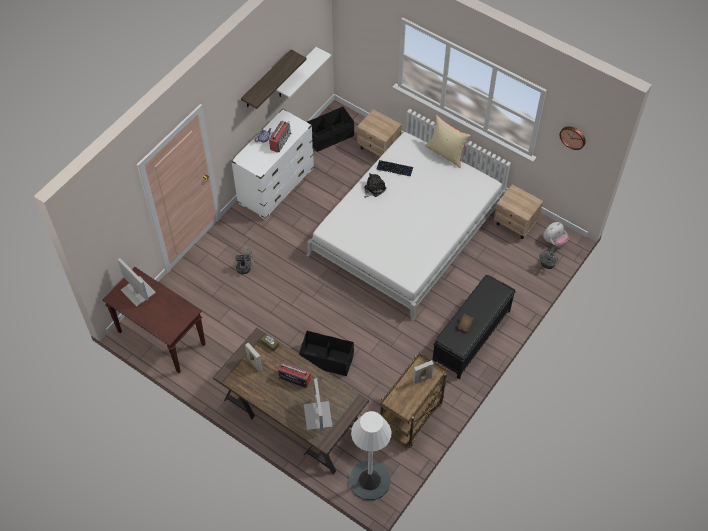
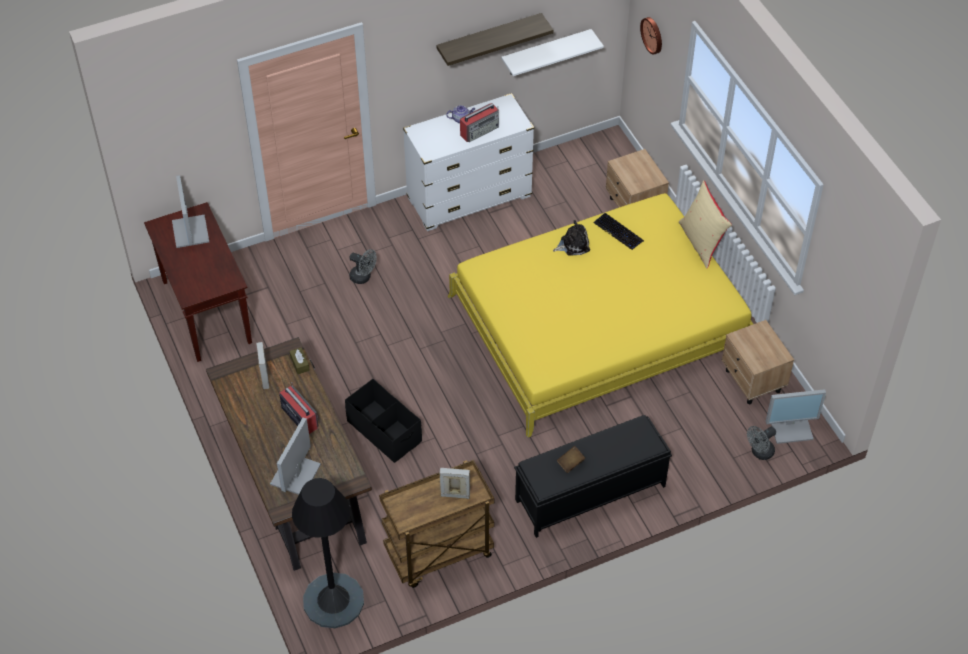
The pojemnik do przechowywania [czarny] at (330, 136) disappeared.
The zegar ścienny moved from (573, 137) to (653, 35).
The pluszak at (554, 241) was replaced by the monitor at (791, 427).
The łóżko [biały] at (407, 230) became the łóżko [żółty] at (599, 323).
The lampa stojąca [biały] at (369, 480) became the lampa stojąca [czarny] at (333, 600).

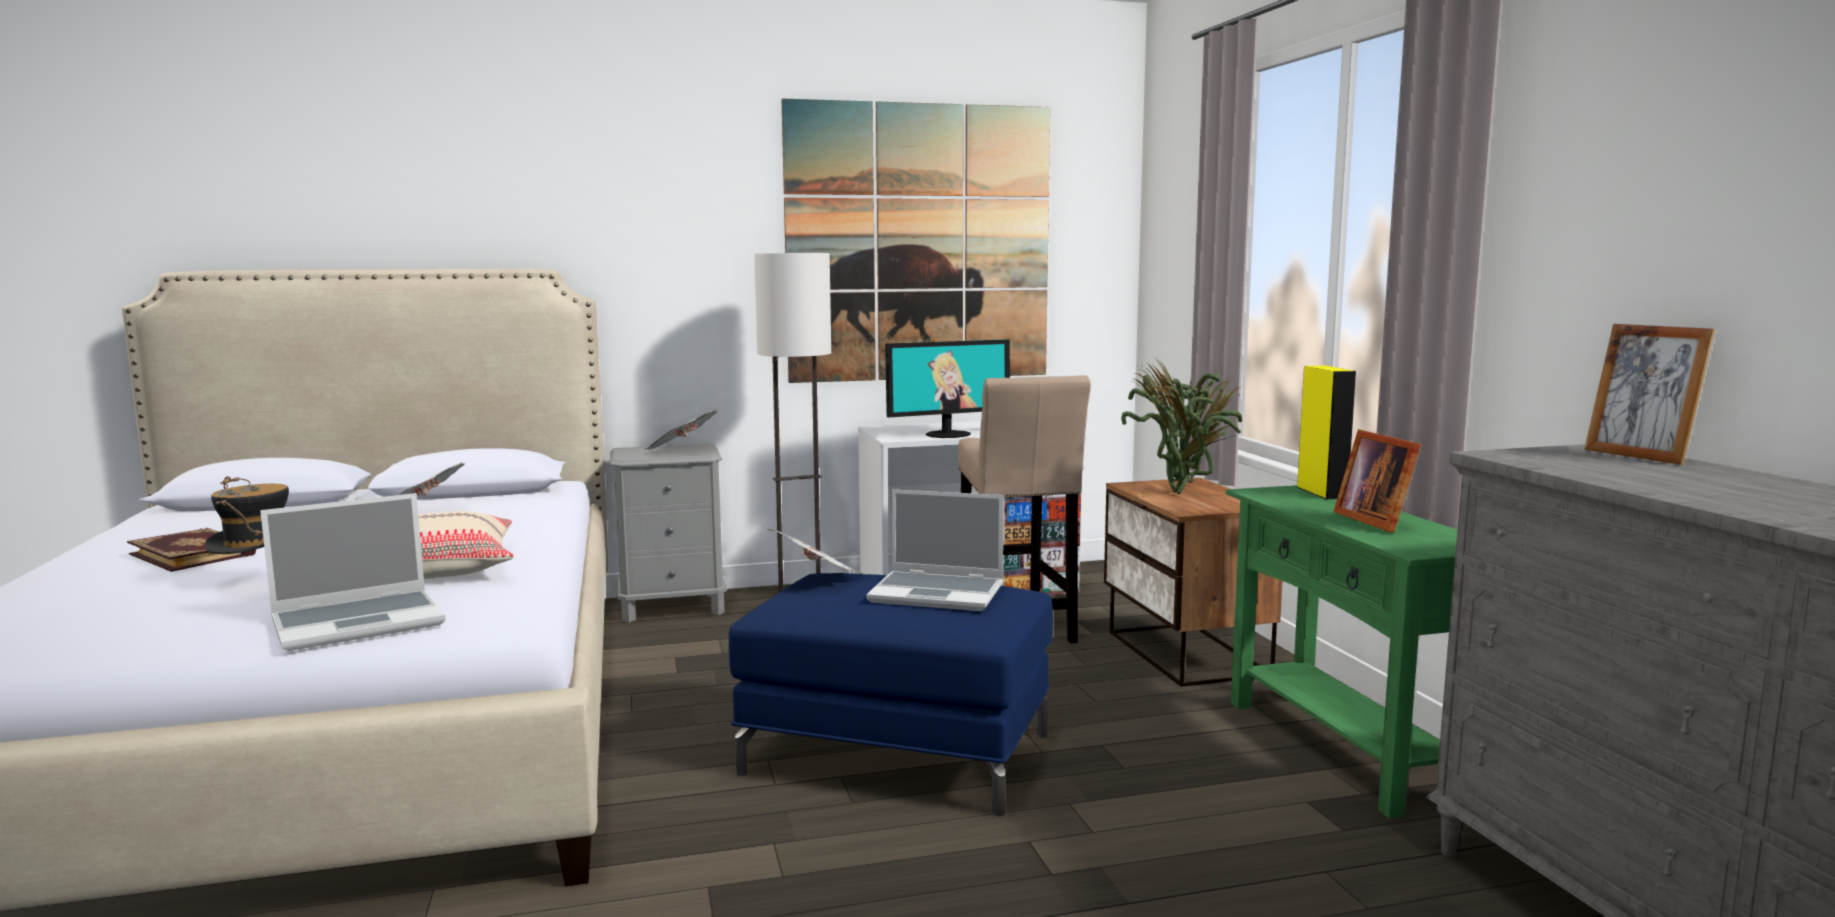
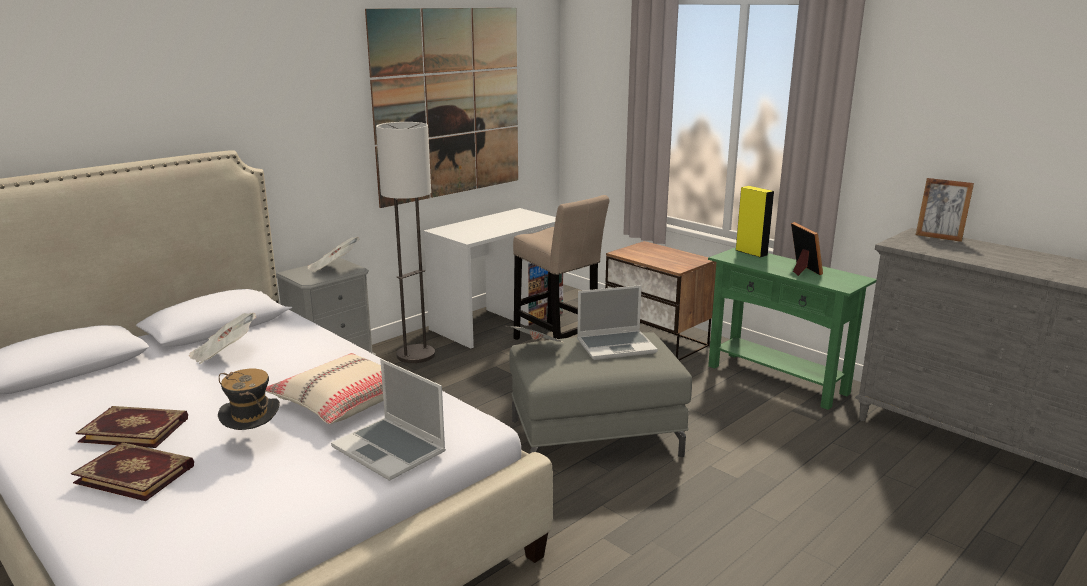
The monitor at (948, 434) disappeared.
The roślina doniczkowa at (1183, 492) disappeared.
The książka at (136, 473) appeared.
The pufa [niebieski] at (898, 753) became the pufa [szary] at (595, 436).
The laptop at (360, 622) turned 105 degrees clockwise.
The ramka na zdjęcie at (1376, 521) turned 150 degrees counterclockwise.

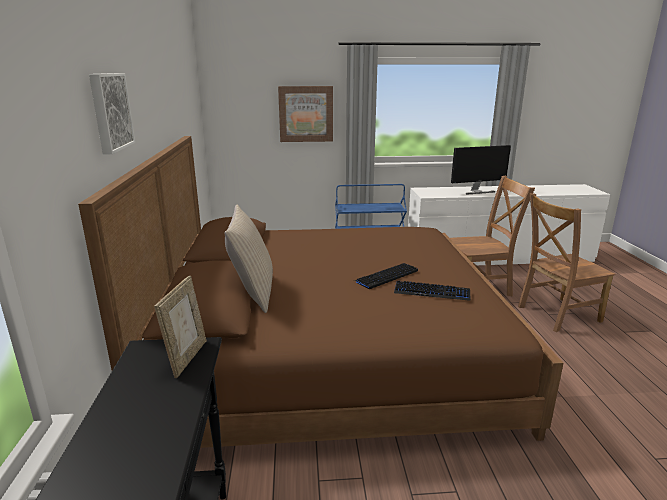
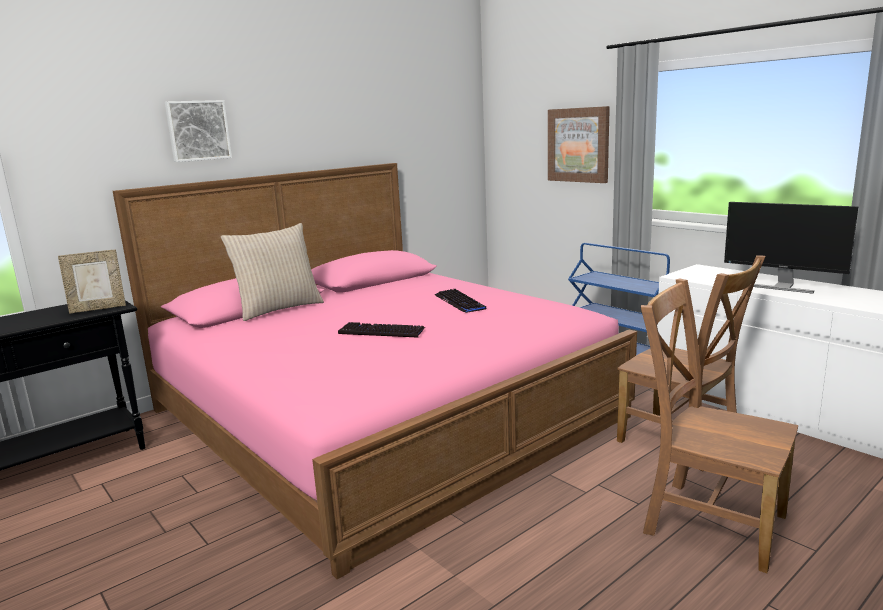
The klawiatura moved from (432, 292) to (459, 302).
The łóżko [brązowy] at (330, 349) became the łóżko [różowy] at (380, 412).

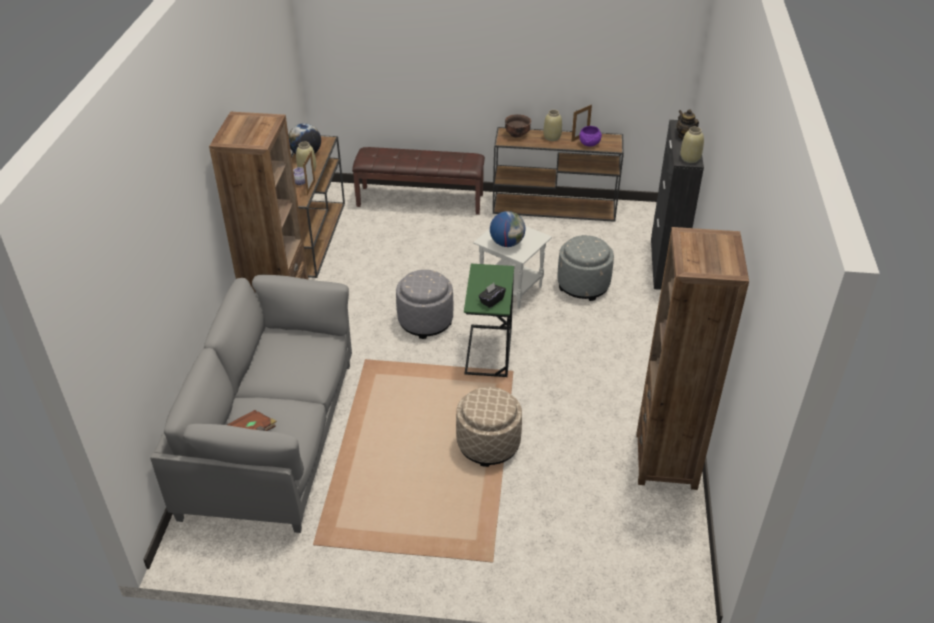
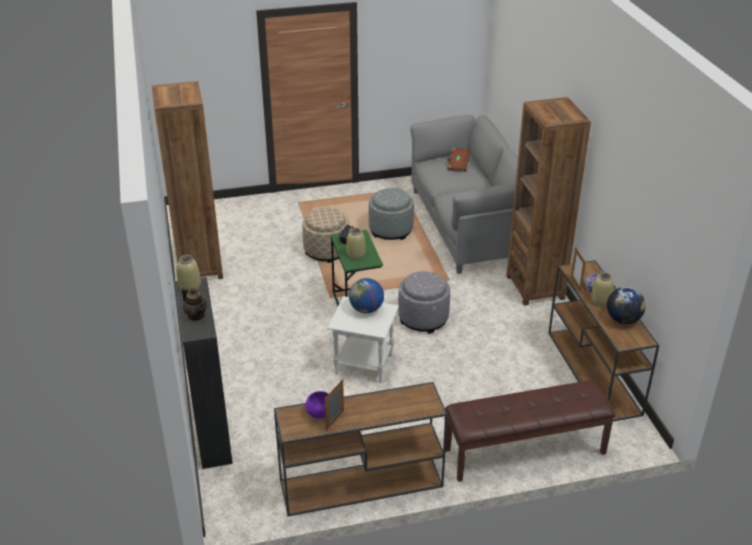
The miska [brązowy] at (517, 134) disappeared.
The wazon [beżowy] moved from (551, 137) to (356, 255).
The pufa [szary] moved from (583, 285) to (391, 230).

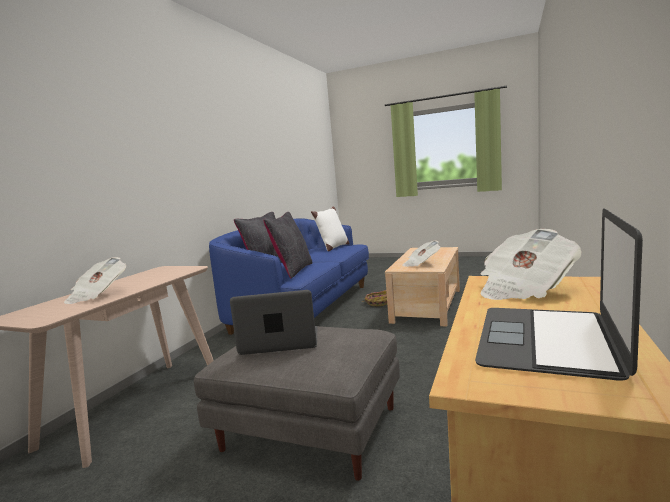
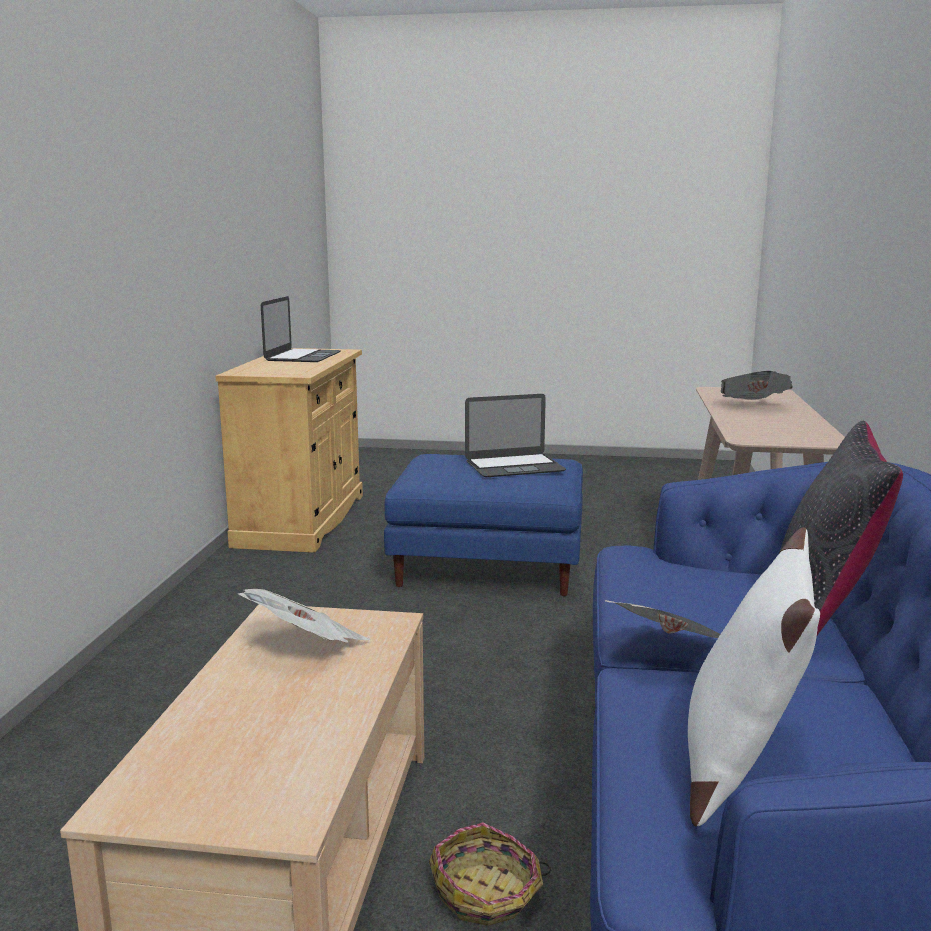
The poduszka [czarny] at (293, 271) disappeared.
The gazeta moved from (523, 289) to (671, 654).
The pufa [szary] at (308, 428) became the pufa [niebieski] at (490, 566).

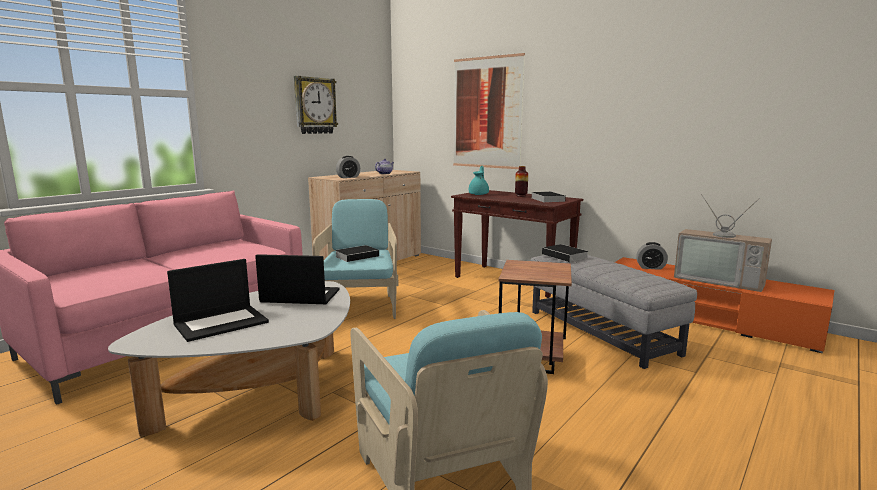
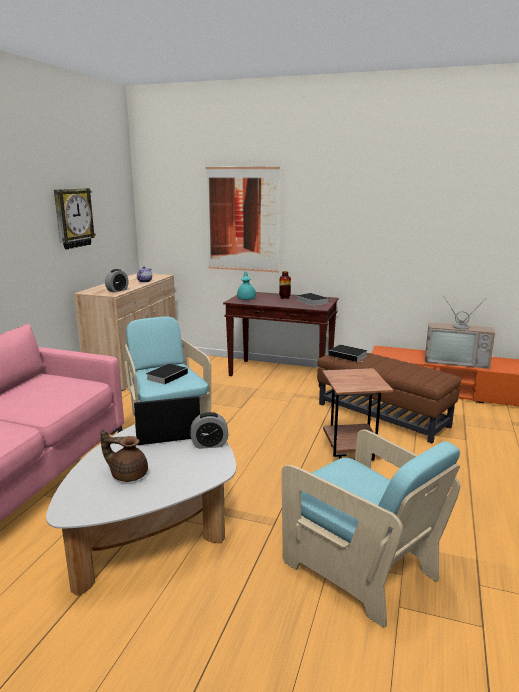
The budzik moved from (650, 267) to (209, 444).
The laptop at (221, 323) was replaced by the imbryk [brązowy] at (128, 474).
The pufa [szary] at (601, 332) became the pufa [brązowy] at (382, 415).

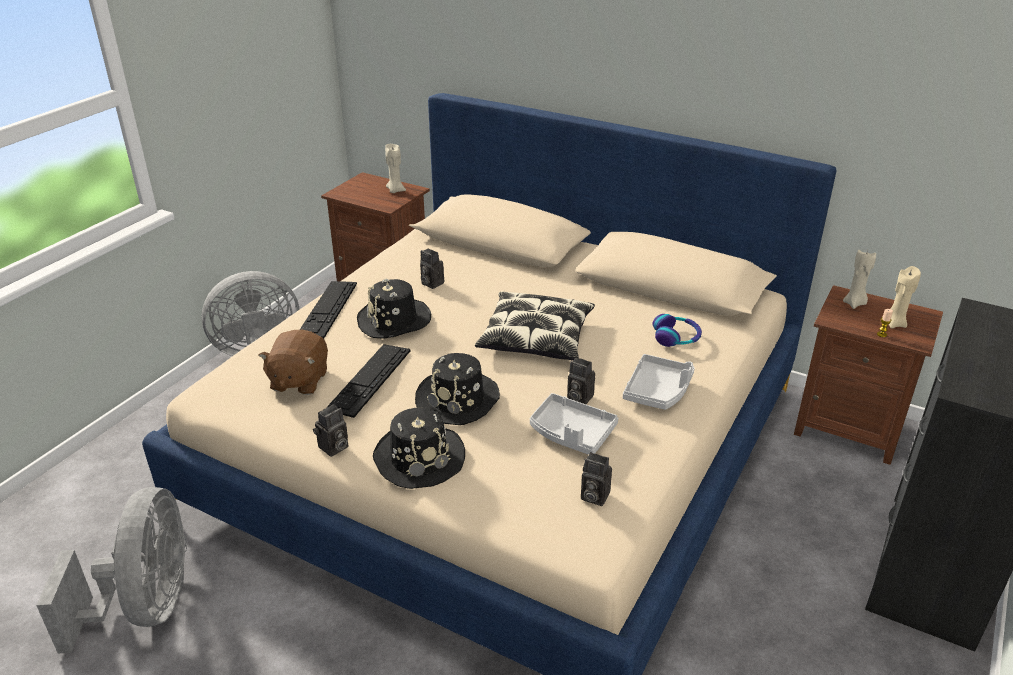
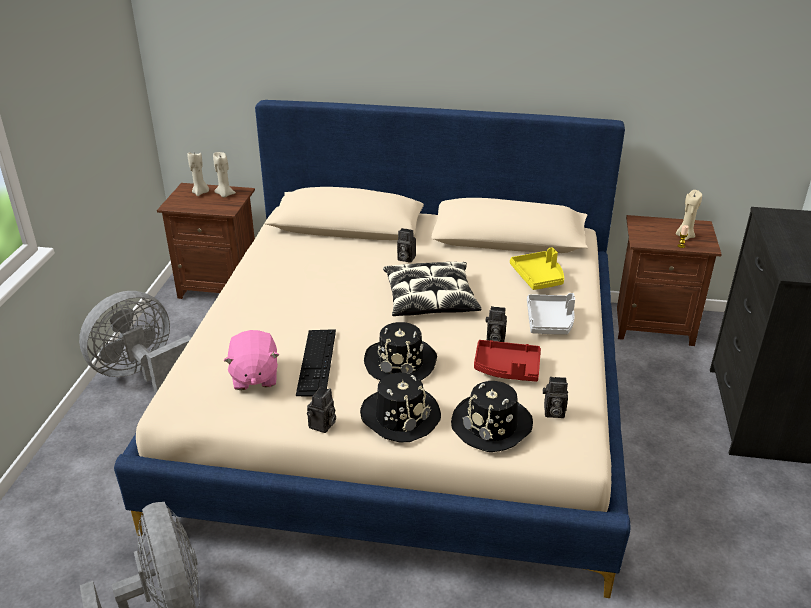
The klawiatura at (327, 308) disappeared.
The kapelusz [czarny] moved from (394, 320) to (492, 425).
The aparat fotograficzny moved from (430, 283) to (405, 258).
The świeca [beżowy] moved from (854, 304) to (200, 193).
The słuchawki at (676, 337) was replaced by the taca [żółty] at (538, 277).
The pluszak [brązowy] at (299, 381) became the pluszak [różowy] at (254, 377).
The taca [szary] at (571, 433) became the taca [czerwony] at (507, 368).

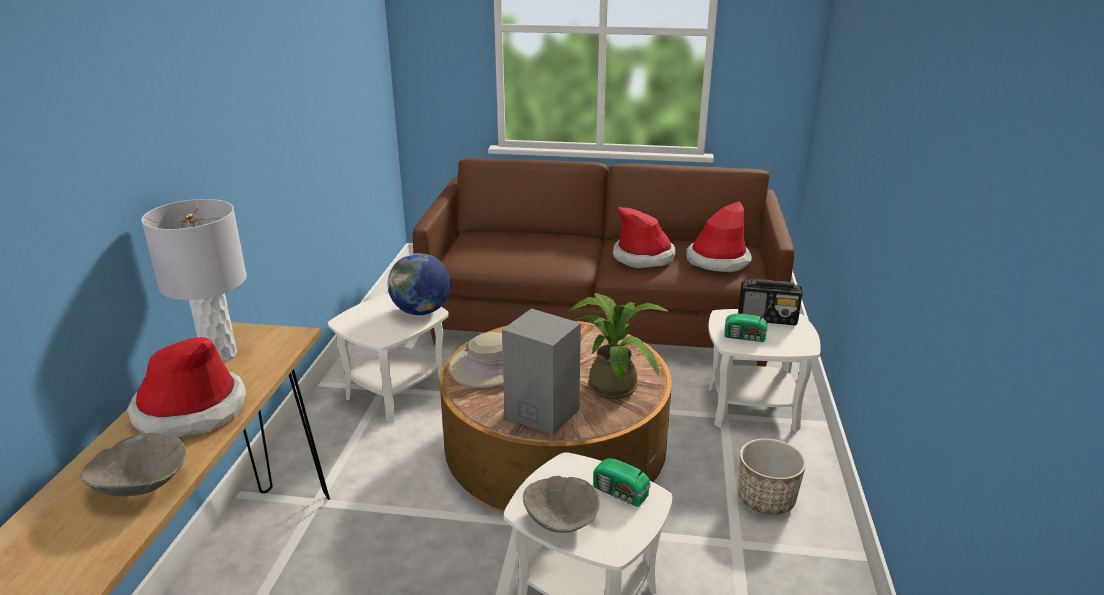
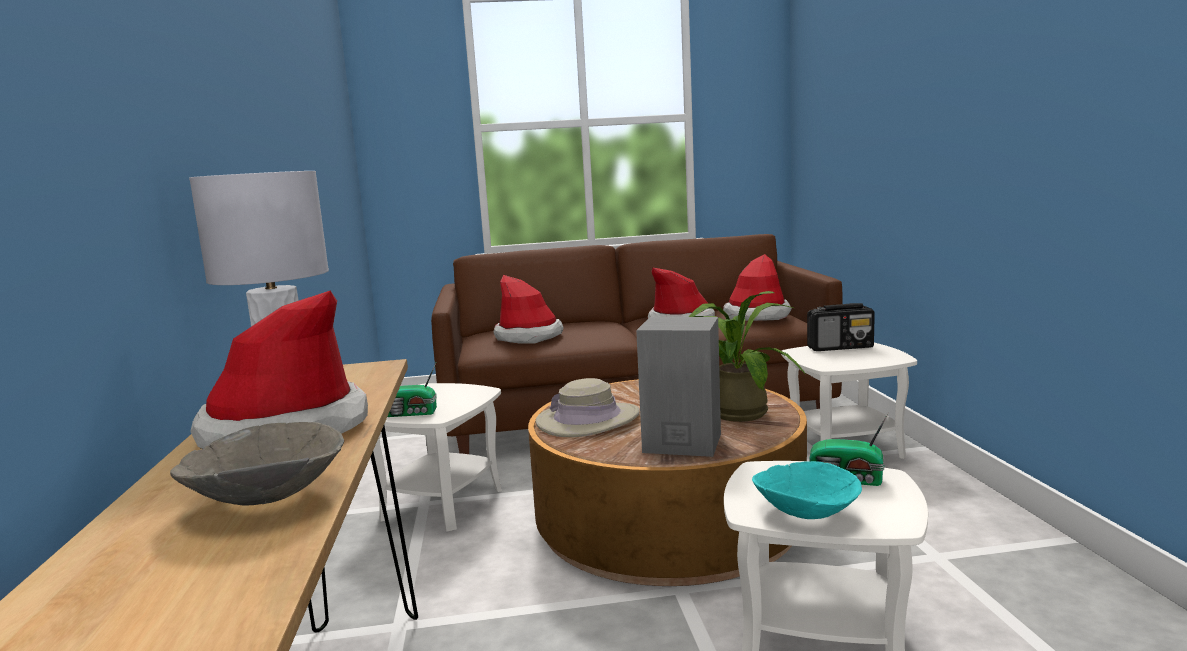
The globus at (421, 311) disappeared.
The donica at (766, 499) disappeared.
The kapelusz at (529, 336) appeared.
The radio moved from (746, 337) to (412, 413).
The miska [szary] at (560, 520) became the miska [turkusowy] at (804, 513).

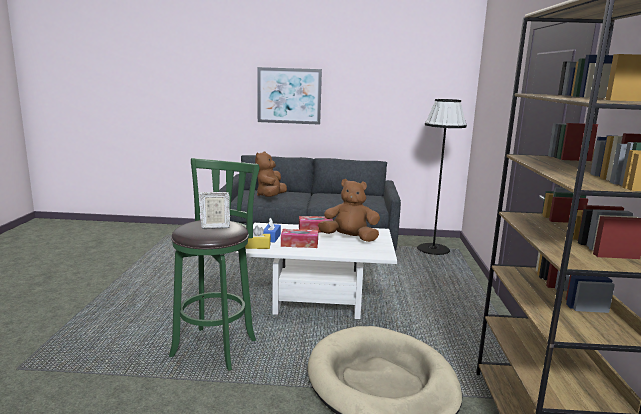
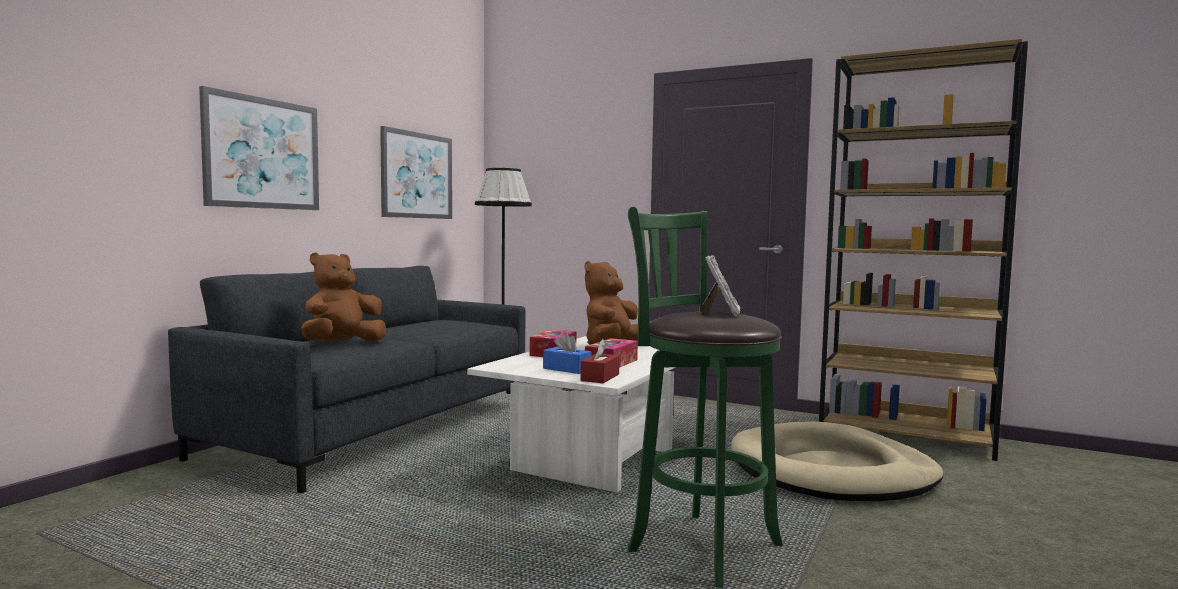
The obraz at (417, 175) appeared.
The pudełko chusteczek [żółty] at (257, 246) became the pudełko chusteczek [czerwony] at (600, 377).
The pluszak [brązowy] at (270, 196) turned 90 degrees clockwise.

